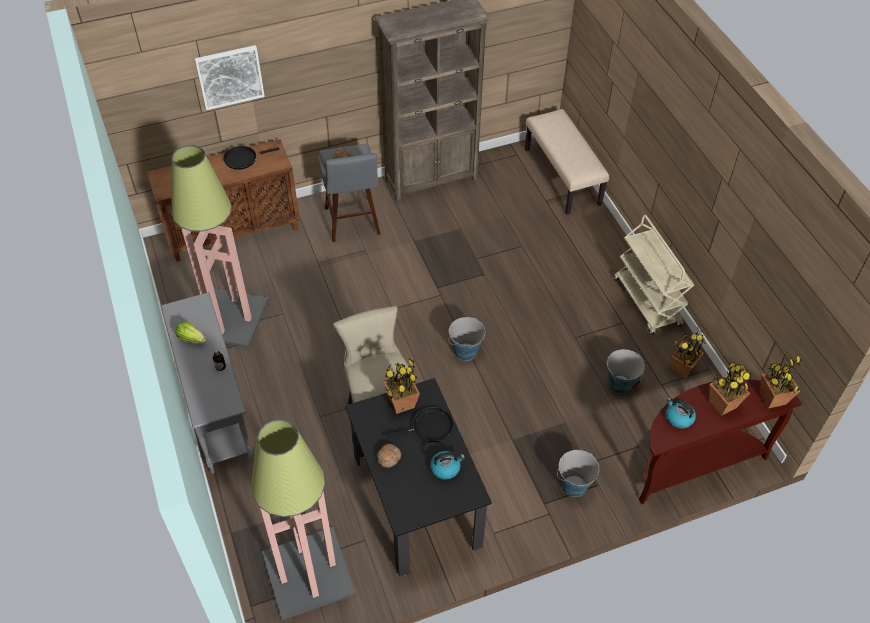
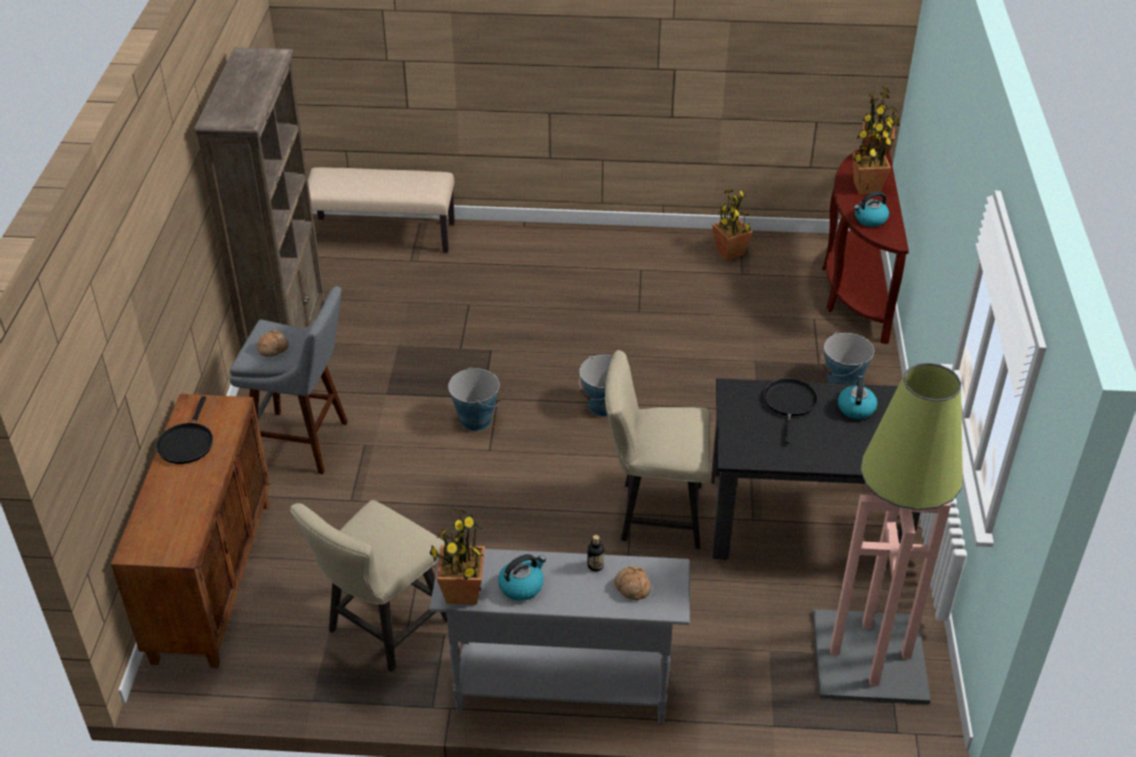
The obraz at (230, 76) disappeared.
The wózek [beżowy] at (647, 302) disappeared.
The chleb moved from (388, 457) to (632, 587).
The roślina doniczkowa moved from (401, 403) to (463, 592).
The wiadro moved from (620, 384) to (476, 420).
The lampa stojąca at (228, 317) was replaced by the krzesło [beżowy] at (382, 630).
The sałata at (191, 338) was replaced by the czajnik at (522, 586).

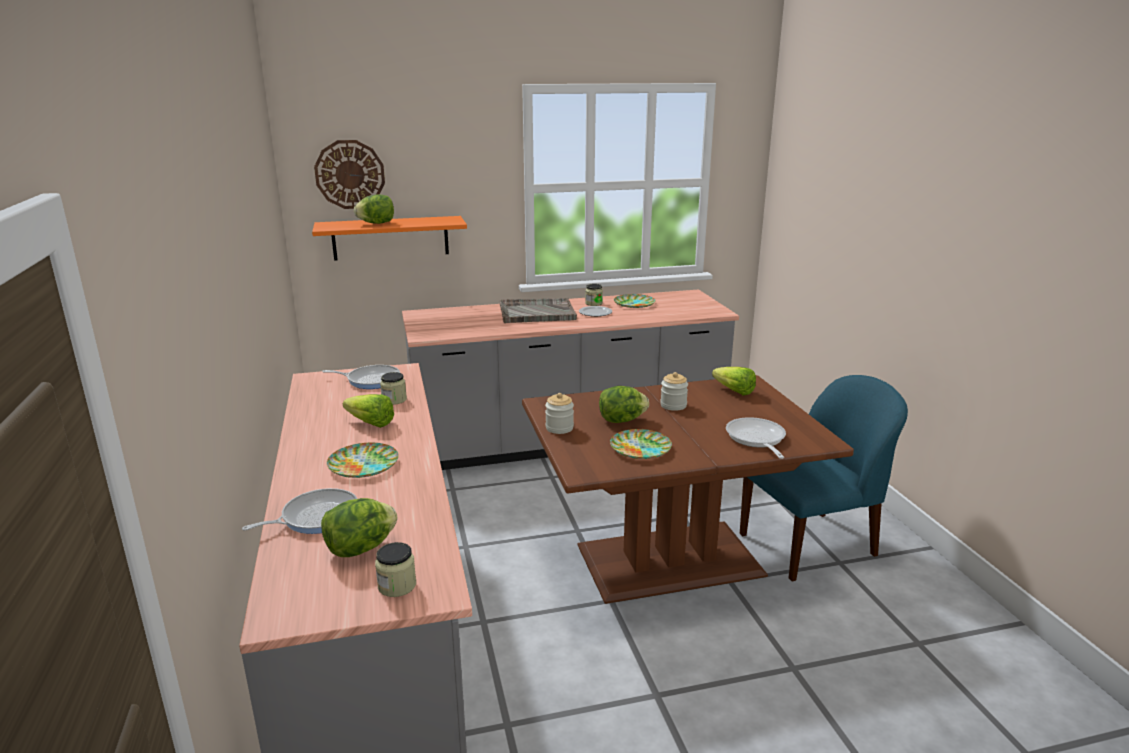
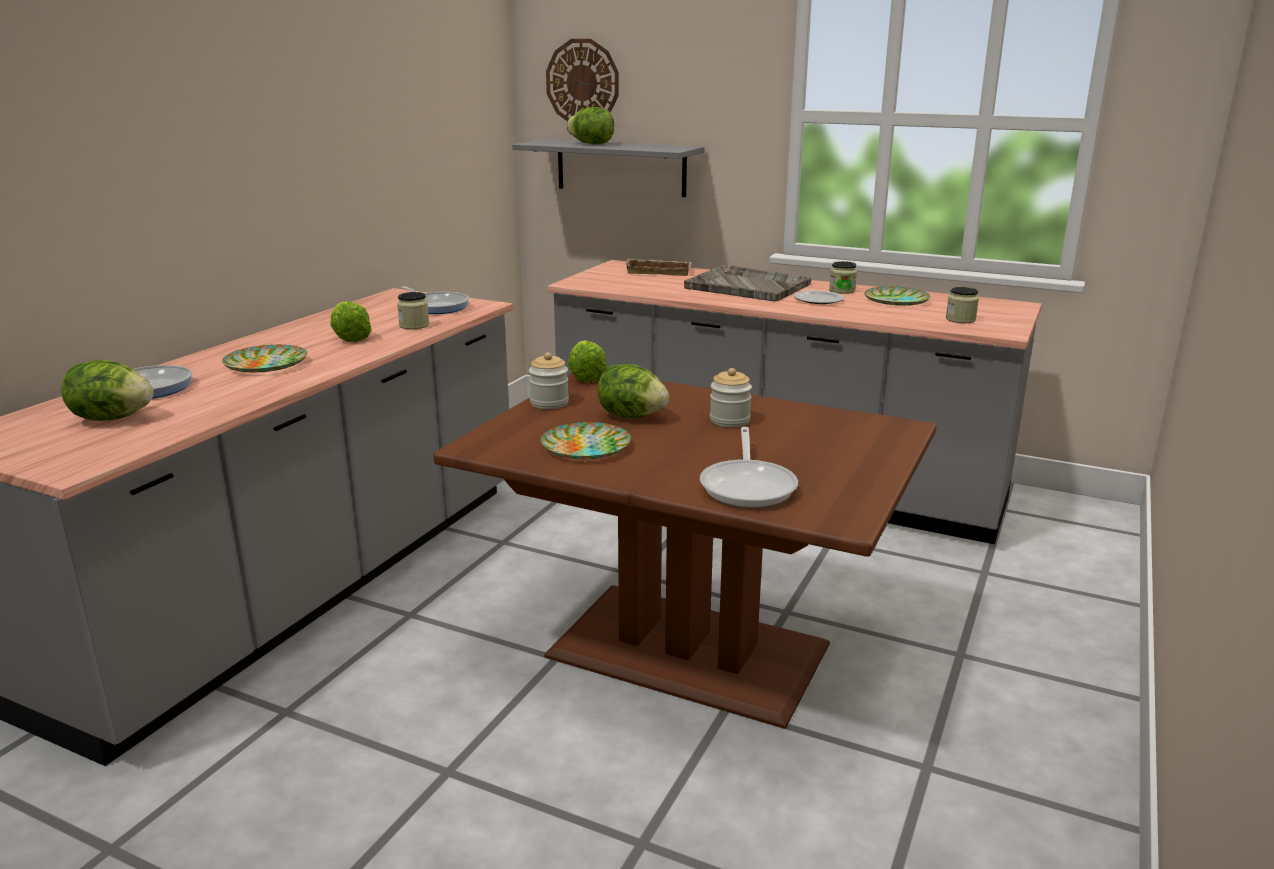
The krzesło [niebieski] at (810, 545) disappeared.
The taca [beżowy] at (659, 271) appeared.
The słoik moved from (397, 585) to (960, 319).
The sałata moved from (731, 390) to (587, 375).
The półka [pomarańczowy] at (390, 238) became the półka [szary] at (621, 167).
The patelnia at (756, 439) turned 150 degrees clockwise.

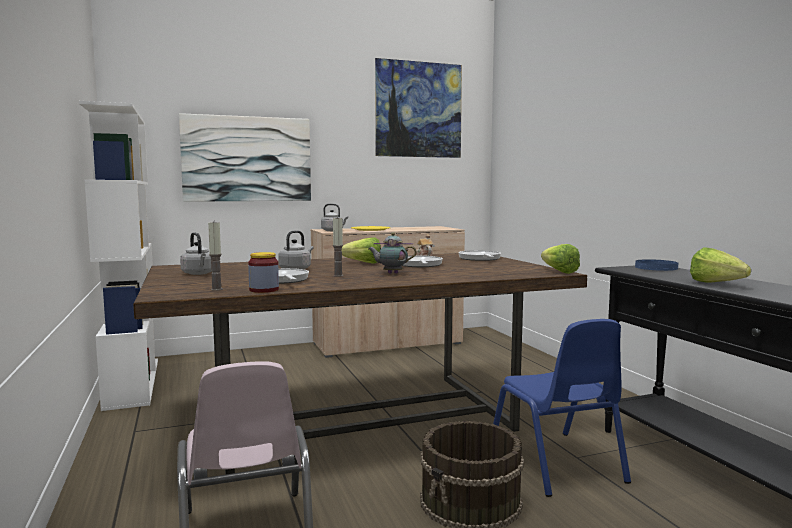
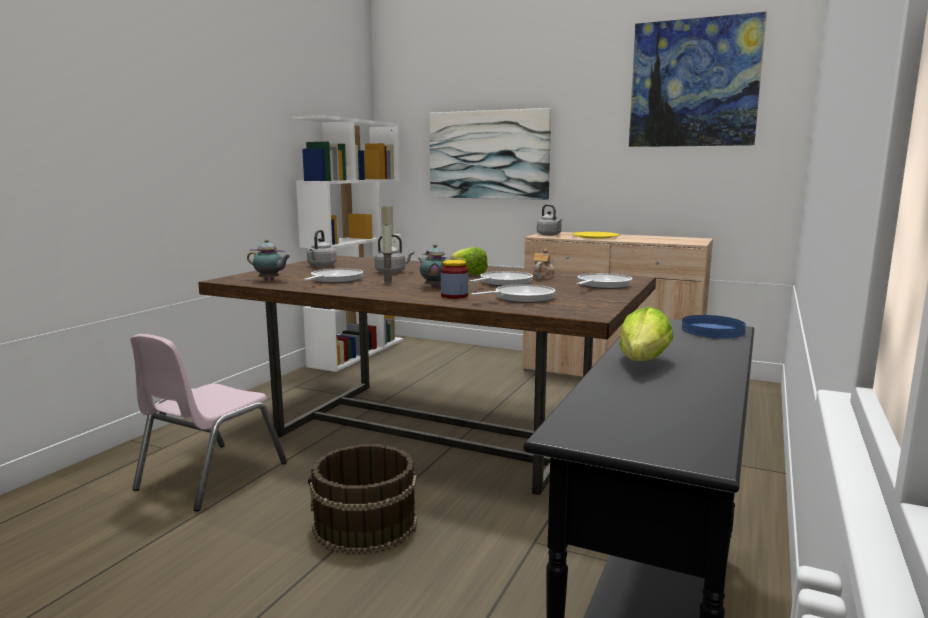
The krzesło [niebieski] at (556, 463) disappeared.
The sałata at (557, 271) disappeared.
The patelnia at (521, 298) appeared.
The słoik moved from (264, 290) to (454, 296).
The świeca at (216, 289) was replaced by the imbryk at (270, 280).

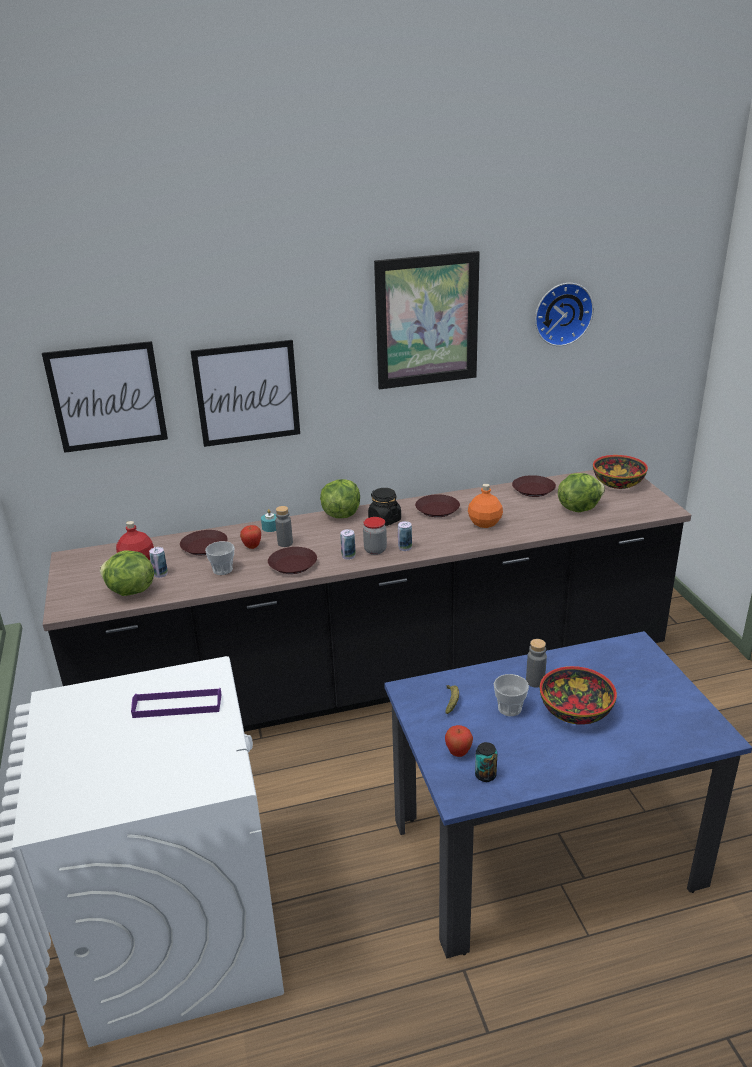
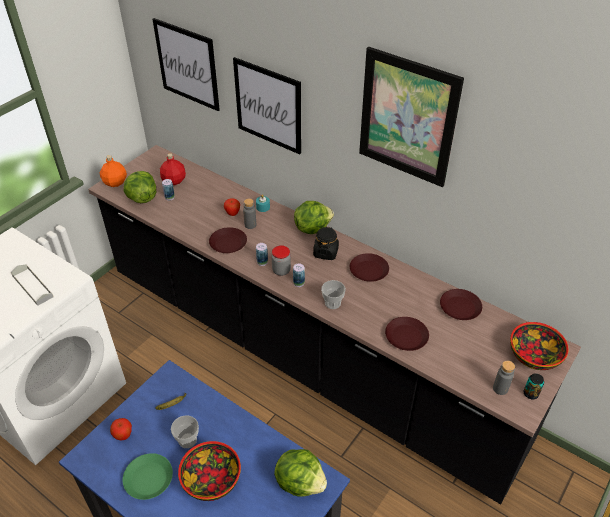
The zegar ścienny at (562, 313) disappeared.
The talerz [zielony] at (149, 478) appeared.
The talerz [brązowy] moved from (204, 547) to (406, 336).
The filiżanka moved from (222, 570) to (332, 303).
The butelka [pomarańczowy] moved from (485, 523) to (115, 182).
The puszka moved from (485, 775) to (530, 393).
The butelka [szary] moved from (535, 681) to (500, 388).
The sałata moved from (578, 508) to (300, 482).
The taca [fioletowy] at (177, 706) became the taca [szary] at (32, 286).

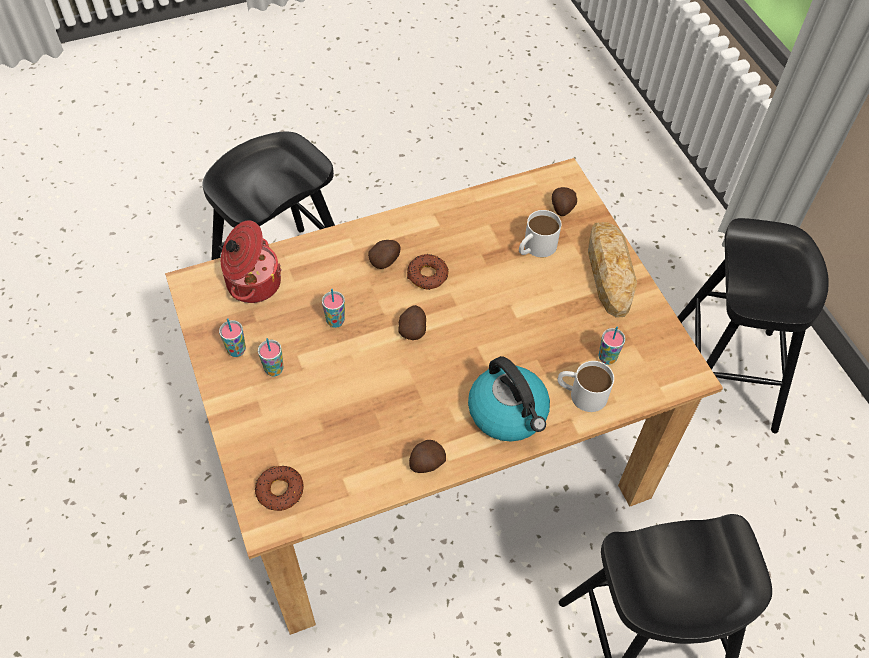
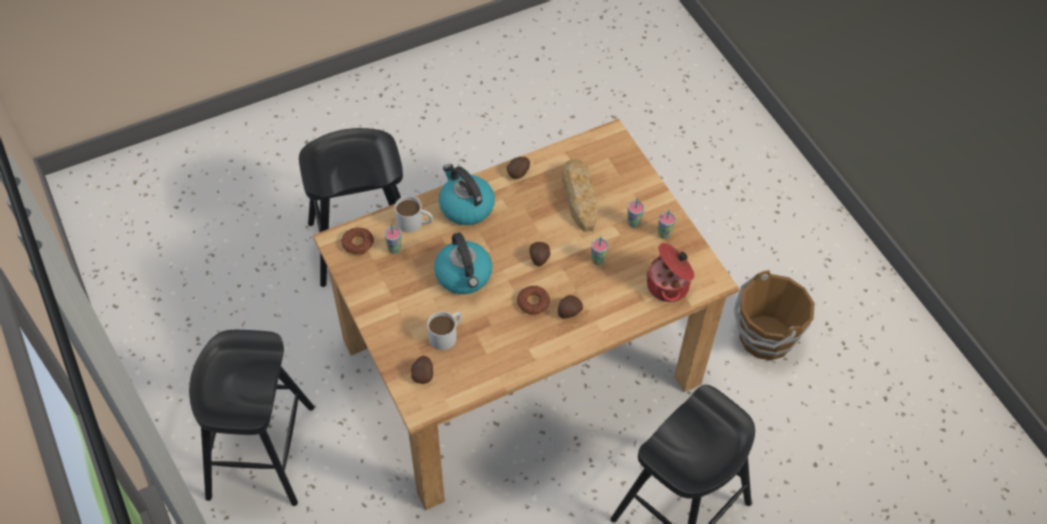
The czajnik at (464, 275) appeared.
The wiadro [brązowy] at (764, 337) appeared.
The donut moved from (280, 490) to (358, 243).
The chleb moved from (609, 271) to (579, 197).

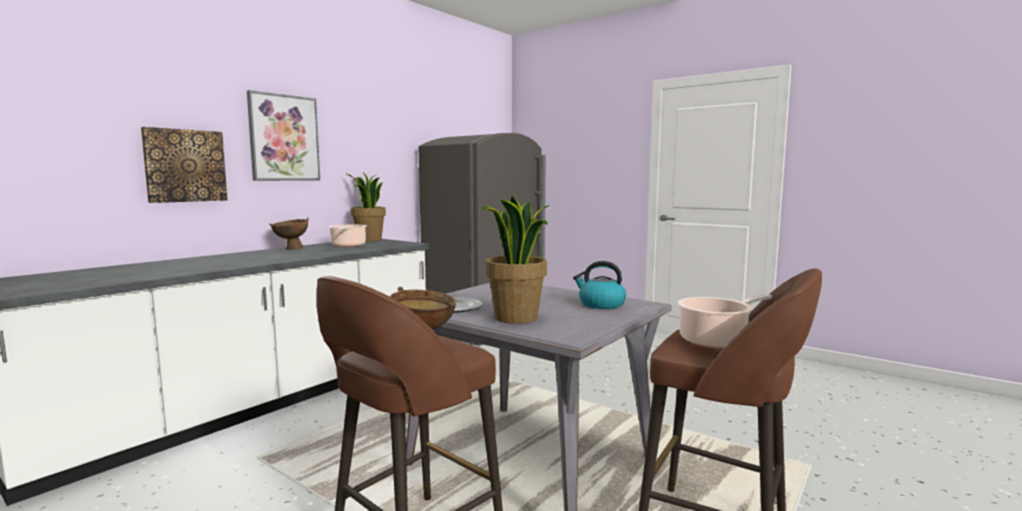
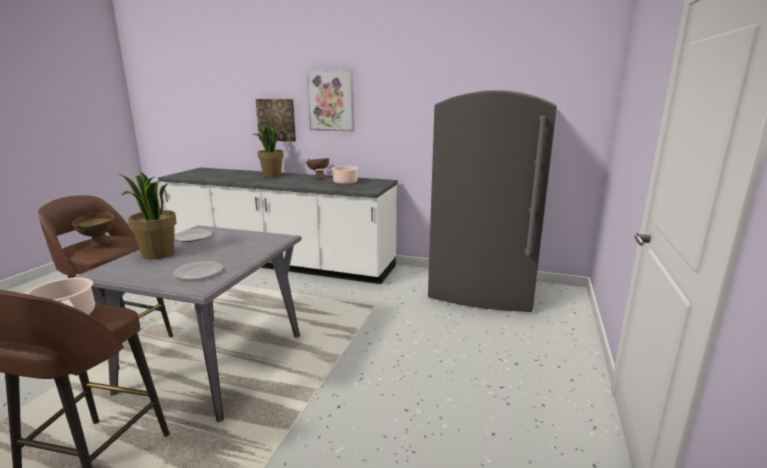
The roślina doniczkowa moved from (368, 240) to (272, 175).
The czajnik at (601, 304) was replaced by the talerz at (198, 273).

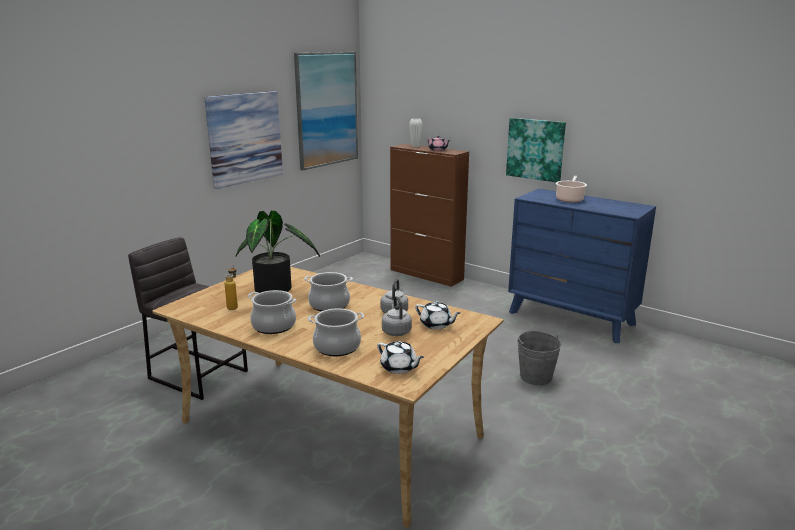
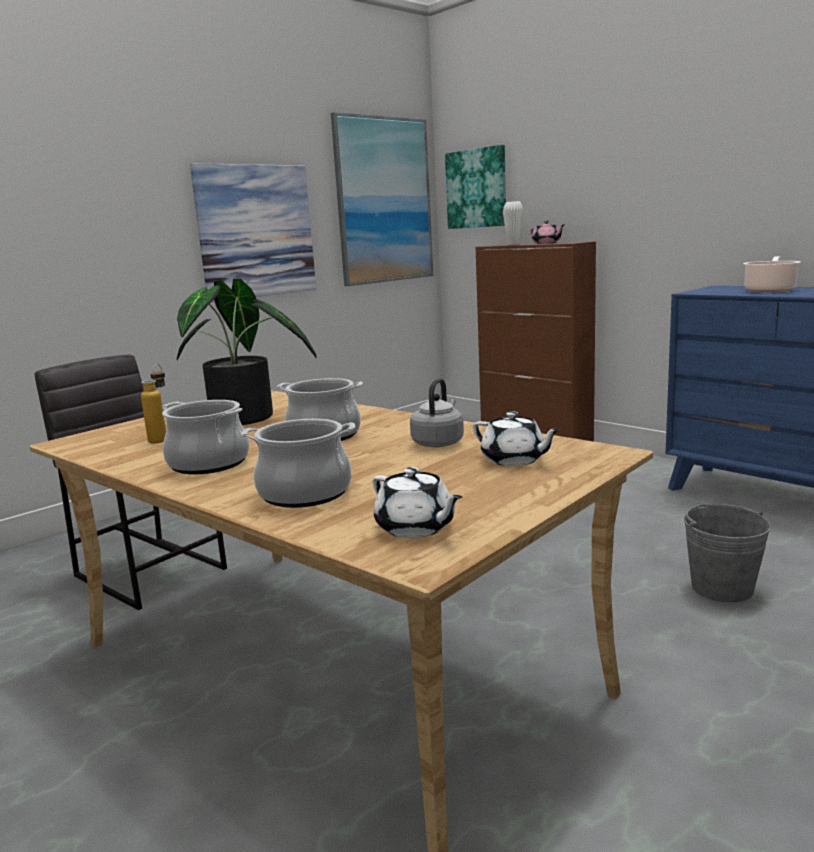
The czajnik [szary] at (396, 331) disappeared.
The obraz moved from (535, 149) to (477, 188).

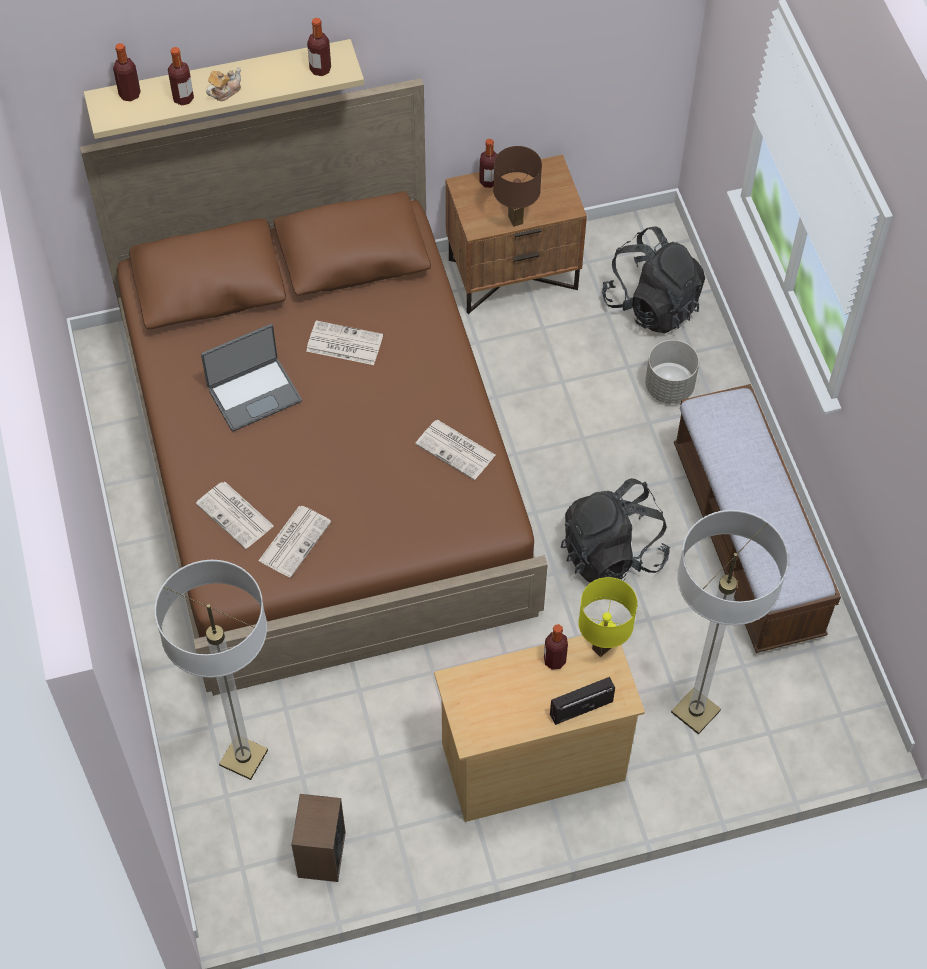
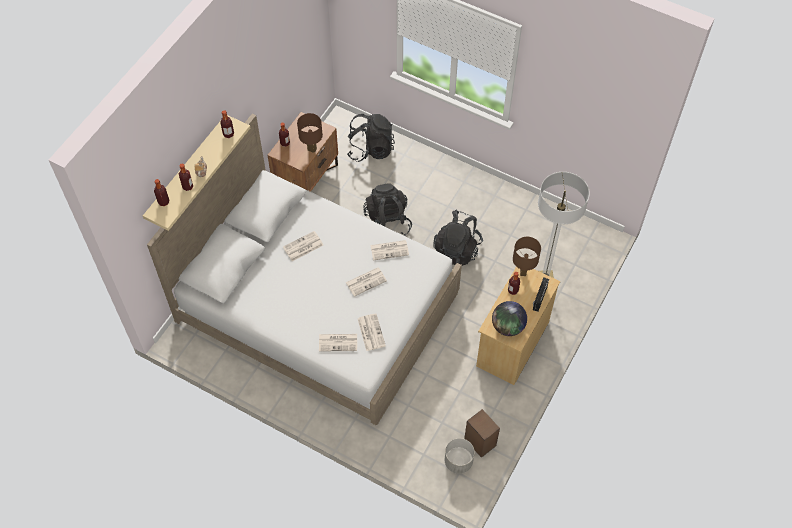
The lampa stojąca at (243, 758) disappeared.
The laptop at (254, 394) disappeared.
The ławka at (746, 542) disappeared.
The gazeta at (366, 281) appeared.
The plecak [czarny] at (387, 222) appeared.
The globus at (508, 327) appeared.
The donica [szary] moved from (669, 387) to (458, 461).
The łóżko [brązowy] at (325, 462) became the łóżko [biały] at (318, 305).
The lampa stołowa [żółty] at (602, 648) became the lampa stołowa [brązowy] at (523, 272).

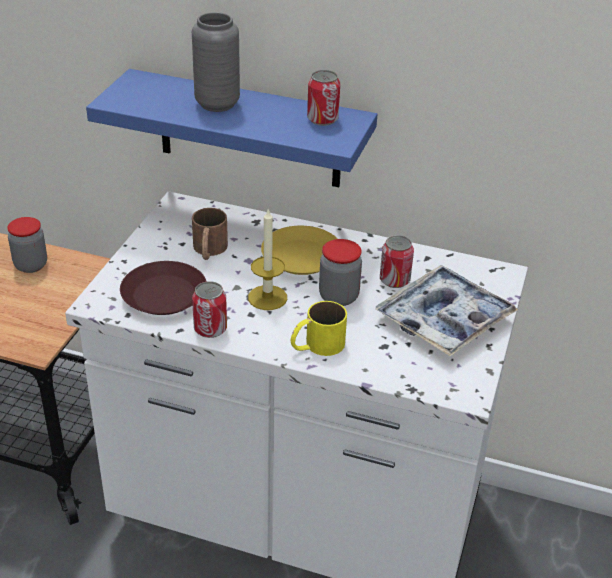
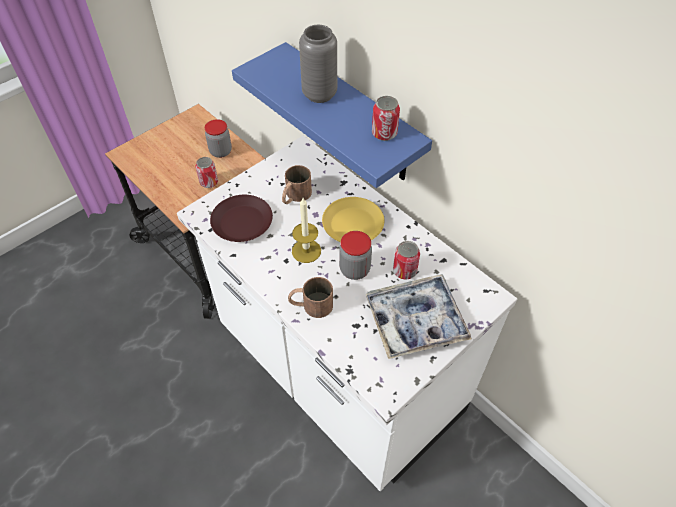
The puszka moved from (210, 329) to (209, 182).
The kubek [żółty] at (316, 346) became the kubek [brązowy] at (310, 305).

